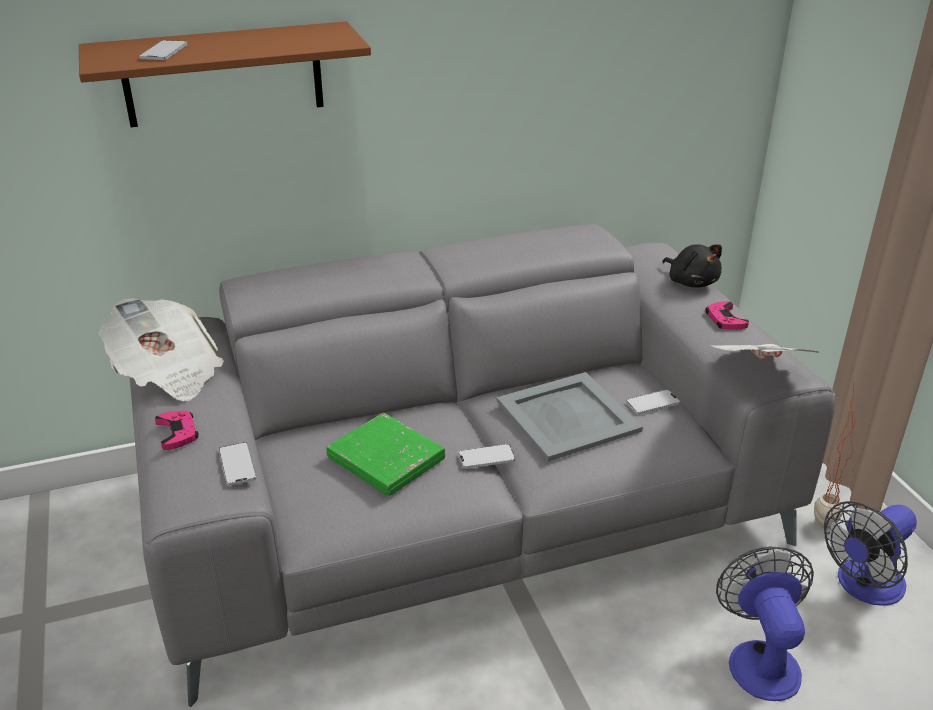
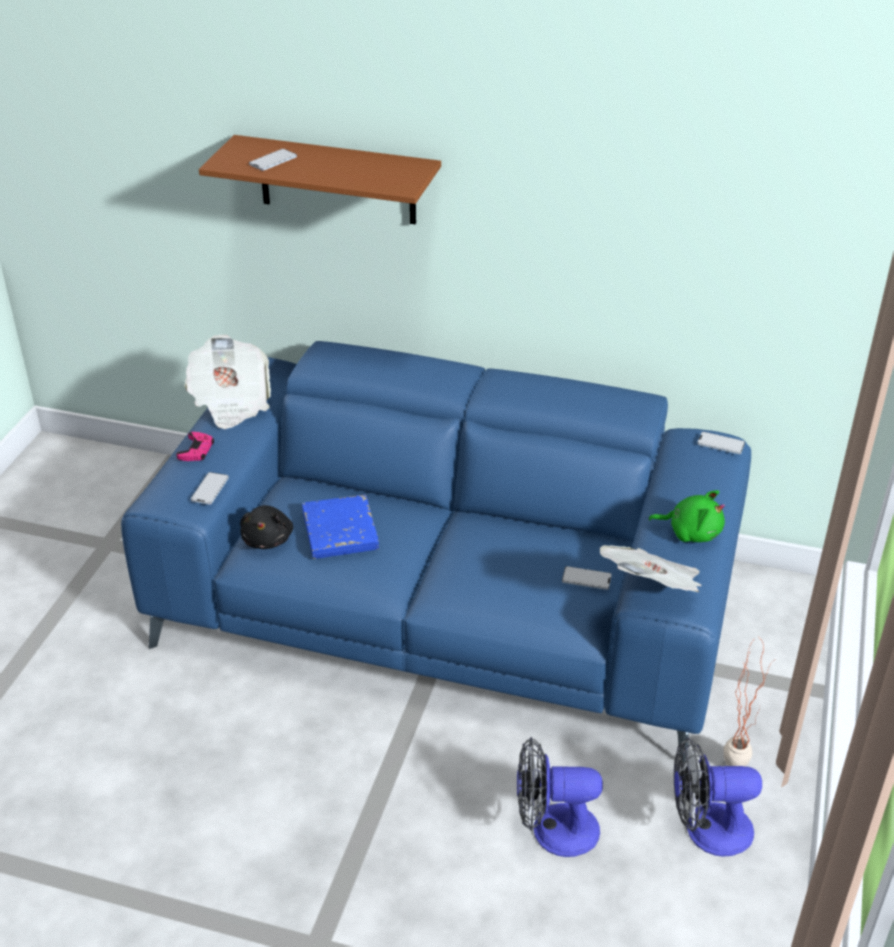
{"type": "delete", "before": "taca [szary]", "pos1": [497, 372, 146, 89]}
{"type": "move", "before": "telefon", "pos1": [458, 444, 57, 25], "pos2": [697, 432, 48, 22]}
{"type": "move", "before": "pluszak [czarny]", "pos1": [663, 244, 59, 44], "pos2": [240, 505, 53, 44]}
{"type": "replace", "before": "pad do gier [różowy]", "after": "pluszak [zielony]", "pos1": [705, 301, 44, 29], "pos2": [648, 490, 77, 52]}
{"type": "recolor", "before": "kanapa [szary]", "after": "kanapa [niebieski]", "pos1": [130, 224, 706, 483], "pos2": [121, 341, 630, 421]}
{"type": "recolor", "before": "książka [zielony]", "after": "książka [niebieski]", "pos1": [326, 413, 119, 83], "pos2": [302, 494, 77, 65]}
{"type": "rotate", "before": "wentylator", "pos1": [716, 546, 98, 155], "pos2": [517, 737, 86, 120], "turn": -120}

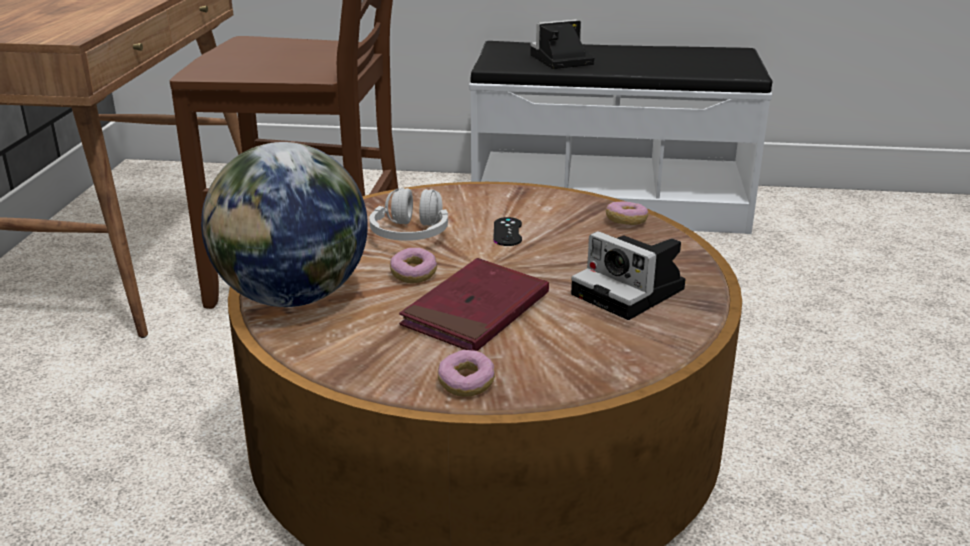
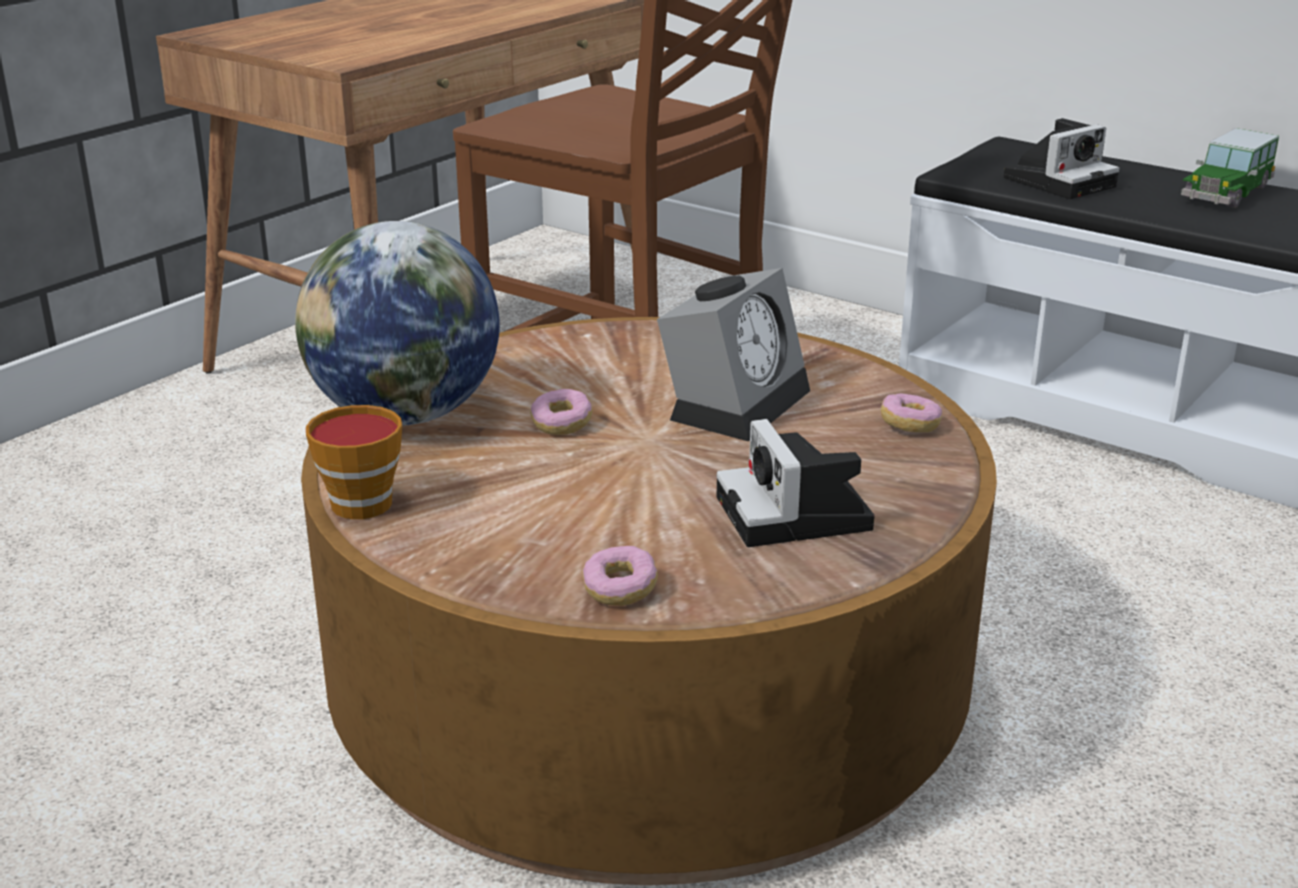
{"type": "delete", "before": "słuchawki [biały]", "pos1": [369, 188, 79, 53]}
{"type": "delete", "before": "książka [czerwony]", "pos1": [399, 258, 150, 93]}
{"type": "insert", "after": "filiżanka", "pos2": [306, 405, 96, 114]}
{"type": "insert", "after": "samochodzik", "pos2": [1181, 128, 98, 80]}
{"type": "move", "before": "donut", "pos1": [438, 350, 57, 47], "pos2": [582, 546, 76, 60]}
{"type": "replace", "before": "pad do gier [czarny]", "after": "budzik", "pos1": [493, 217, 29, 29], "pos2": [657, 268, 153, 174]}
{"type": "rotate", "before": "aparat fotograficzny", "pos1": [530, 19, 64, 50], "pos2": [1004, 118, 115, 81], "turn": 135}

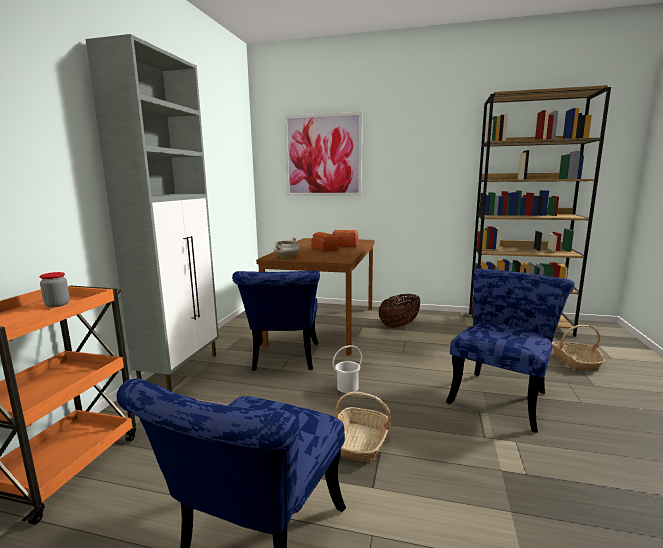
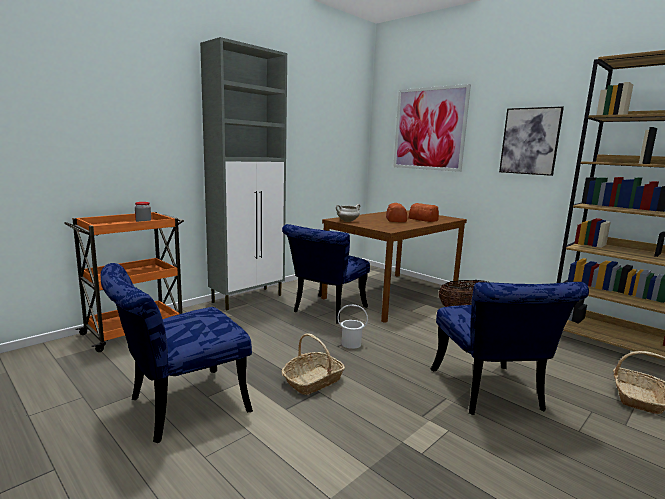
{"type": "insert", "after": "obraz", "pos2": [499, 106, 65, 70]}
{"type": "rotate", "before": "krzesło [niebieski]", "pos1": [446, 269, 129, 164], "pos2": [430, 282, 159, 133], "turn": 105}

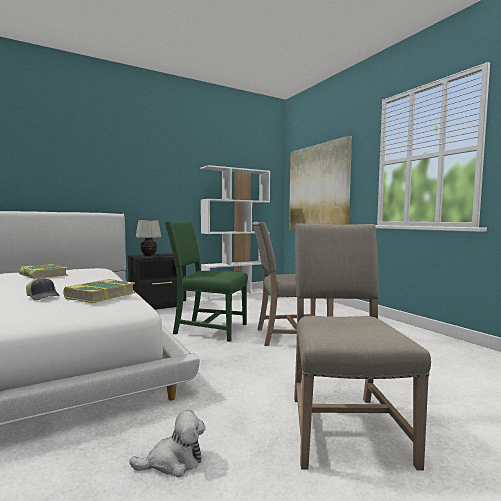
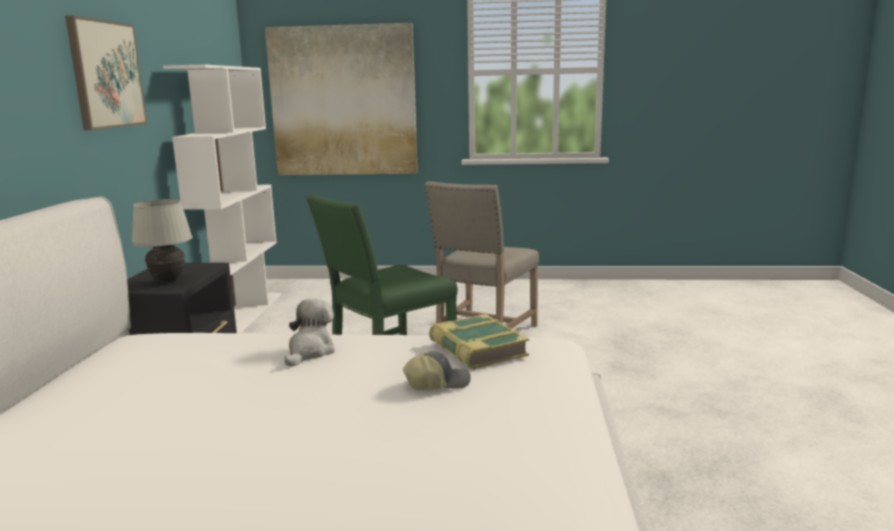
{"type": "delete", "before": "książka", "pos1": [18, 264, 50, 15]}
{"type": "delete", "before": "krzesło [beżowy]", "pos1": [294, 223, 137, 248]}
{"type": "insert", "after": "obraz", "pos2": [65, 16, 82, 114]}
{"type": "move", "before": "pluszak", "pos1": [129, 410, 77, 68], "pos2": [284, 298, 51, 69]}

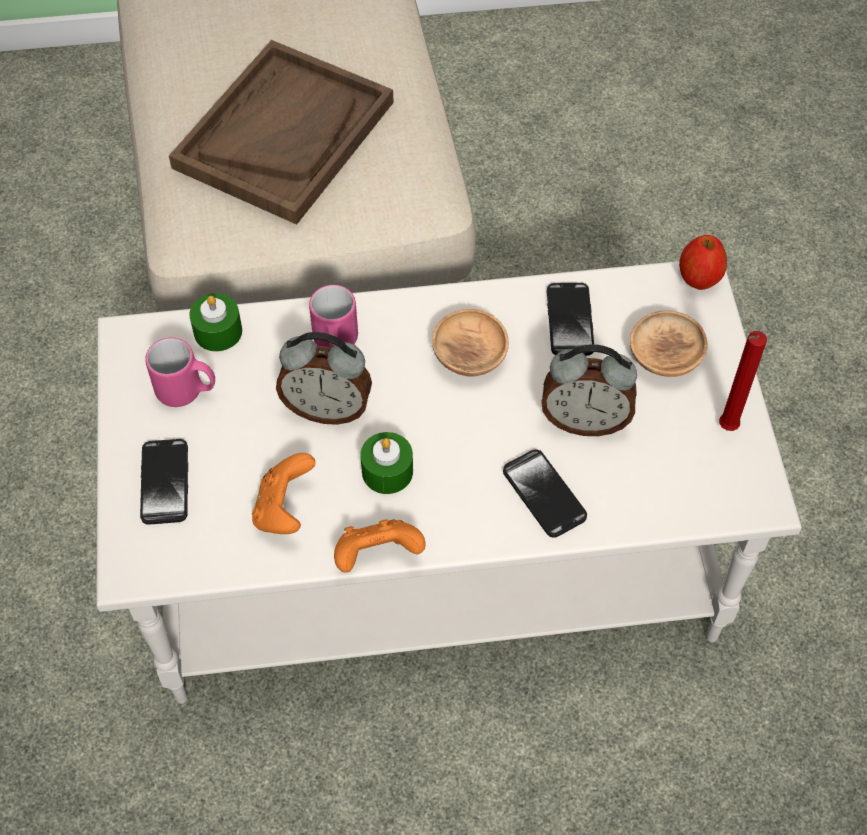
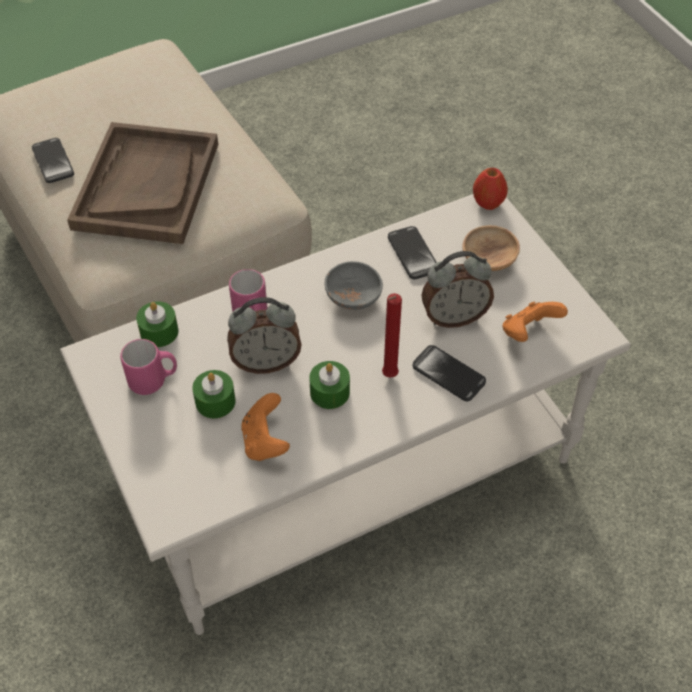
{"type": "insert", "after": "świeca [zielony]", "pos2": [192, 370, 44, 48]}
{"type": "move", "before": "telefon", "pos1": [140, 439, 48, 86], "pos2": [32, 138, 42, 45]}
{"type": "move", "before": "pad do gier [pomarańczowy]", "pos1": [334, 519, 92, 53], "pos2": [503, 302, 65, 40]}
{"type": "move", "before": "świeca [czerwony]", "pos1": [719, 331, 48, 100], "pos2": [382, 293, 20, 85]}
{"type": "recolor", "before": "miska [brązowy]", "after": "miska [szary]", "pos1": [432, 309, 77, 68], "pos2": [325, 261, 58, 49]}

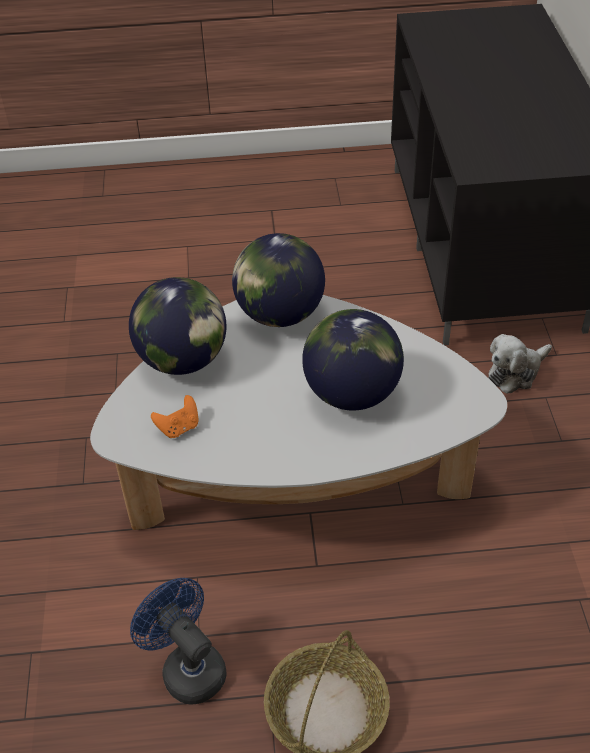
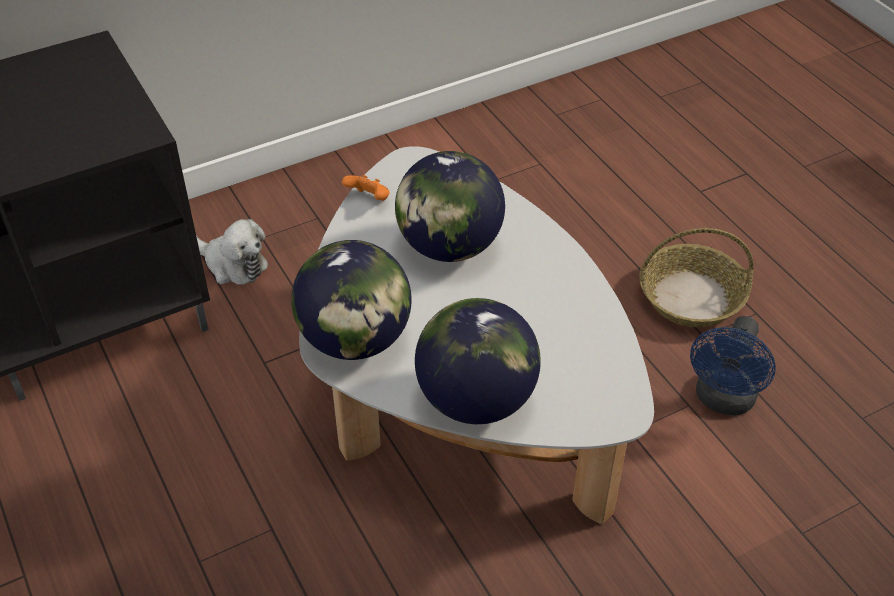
{"type": "move", "before": "pad do gier [pomarańczowy]", "pos1": [151, 395, 48, 43], "pos2": [342, 175, 48, 26]}

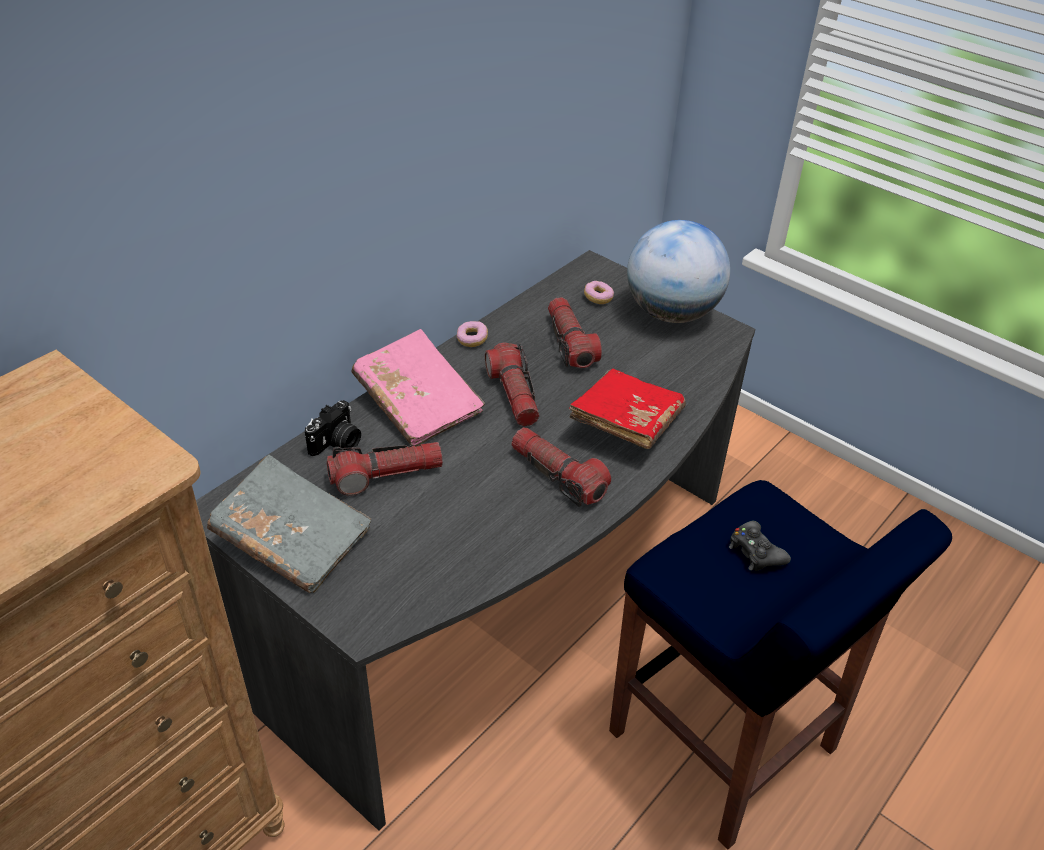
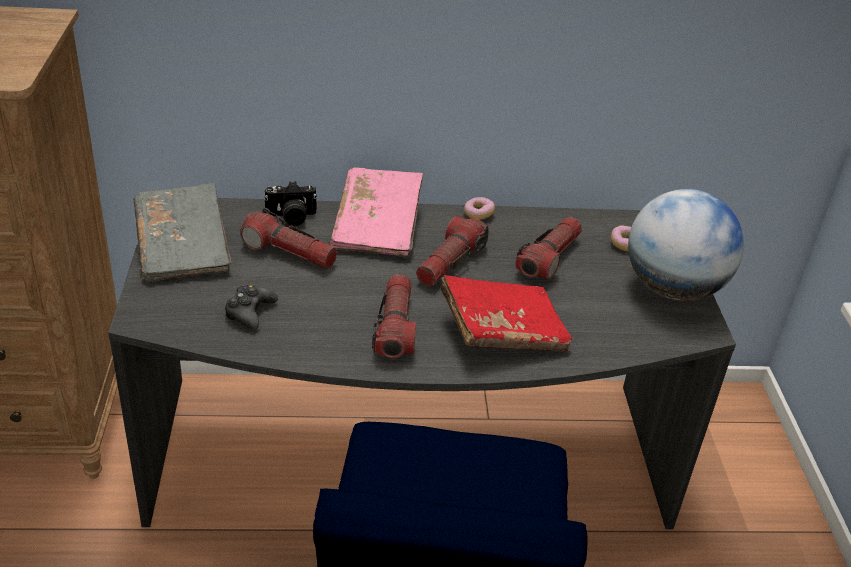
{"type": "move", "before": "pad do gier [czarny]", "pos1": [729, 521, 62, 50], "pos2": [225, 284, 53, 45]}

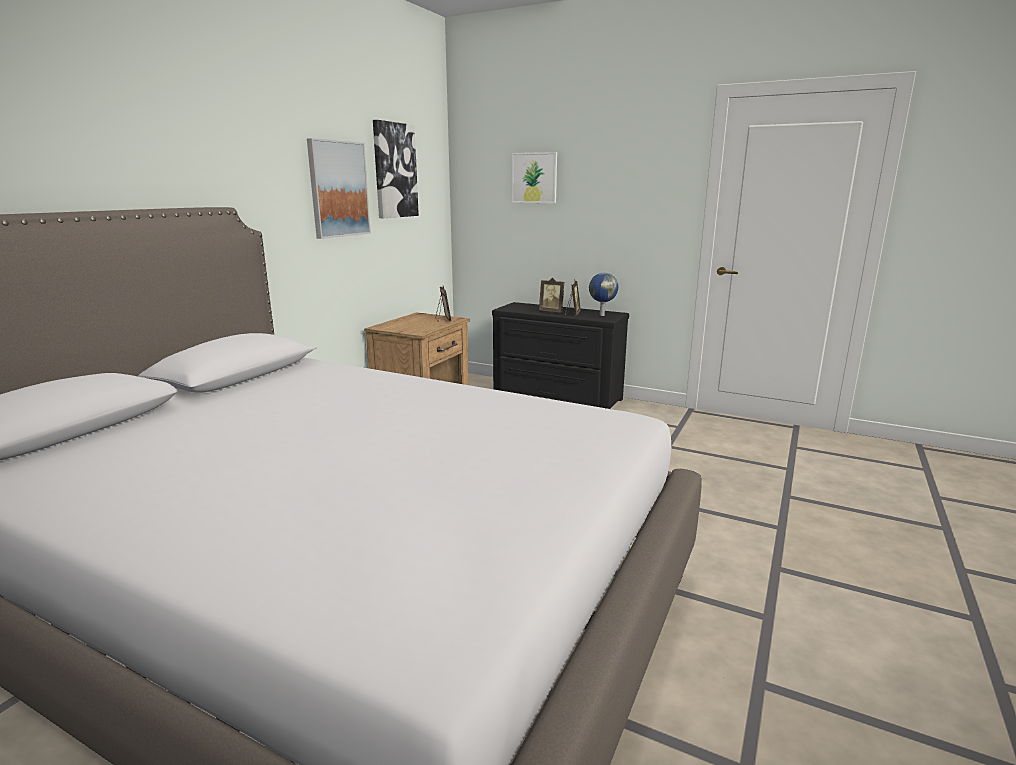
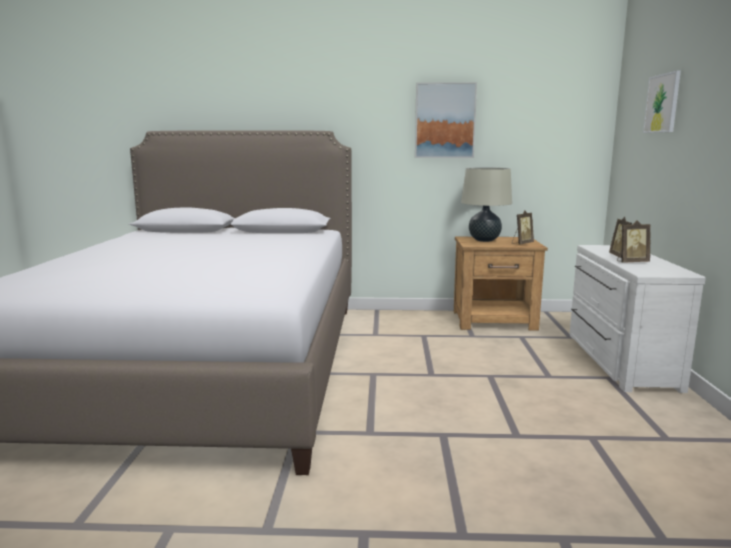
{"type": "delete", "before": "obraz", "pos1": [373, 120, 46, 98]}
{"type": "delete", "before": "globus", "pos1": [589, 273, 29, 43]}
{"type": "insert", "after": "lampa stołowa [beżowy]", "pos2": [461, 167, 51, 75]}
{"type": "recolor", "before": "komoda [czarny]", "after": "komoda [biały]", "pos1": [492, 302, 137, 107], "pos2": [569, 245, 137, 148]}

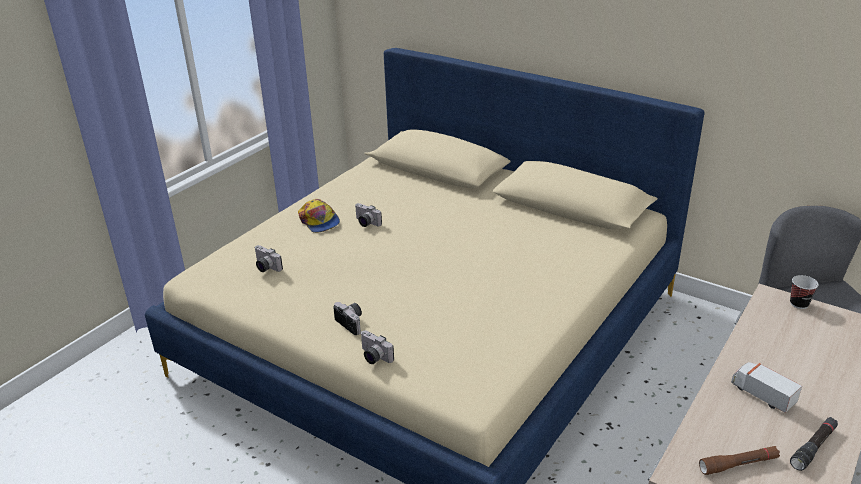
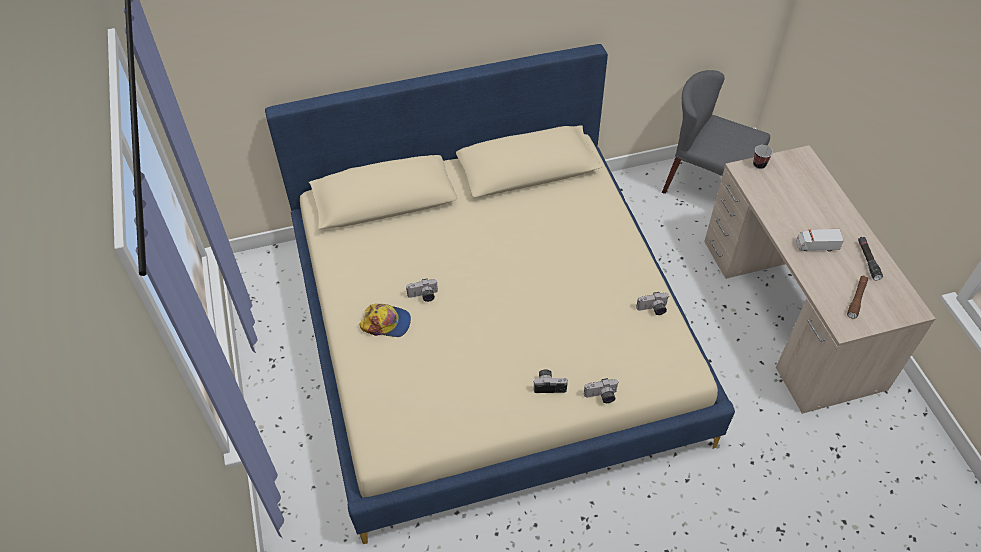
{"type": "move", "before": "aparat fotograficzny", "pos1": [255, 245, 28, 27], "pos2": [636, 292, 33, 23]}

